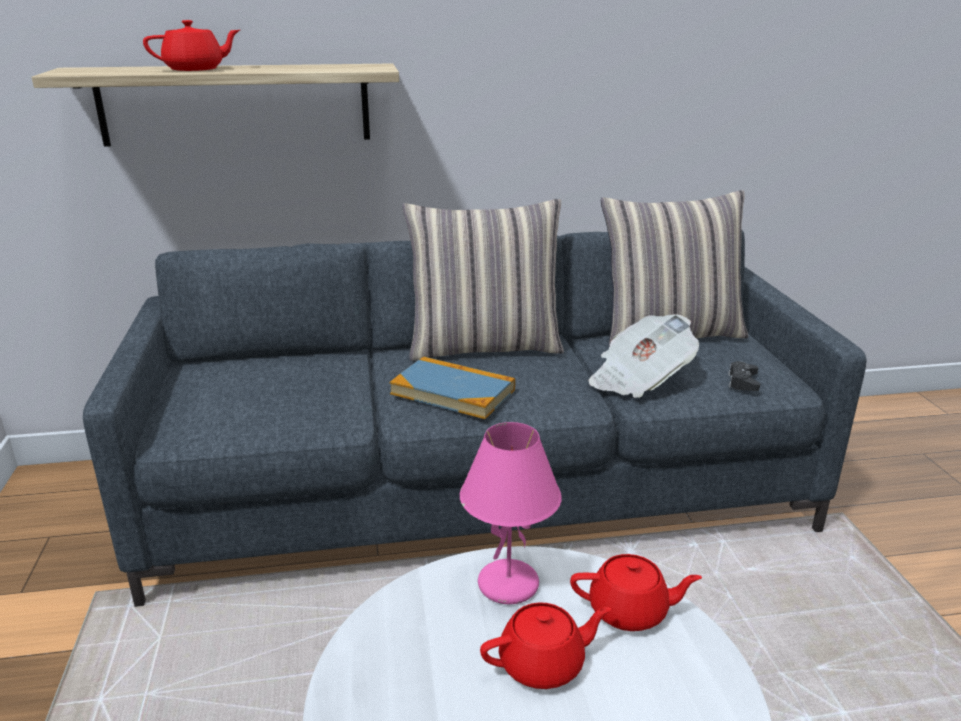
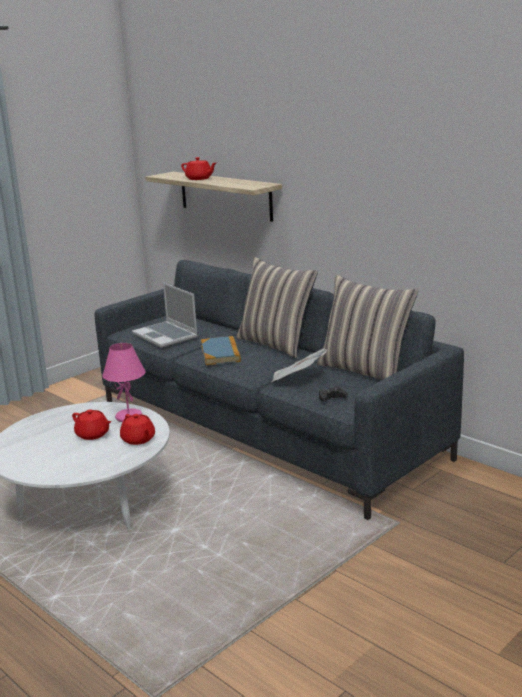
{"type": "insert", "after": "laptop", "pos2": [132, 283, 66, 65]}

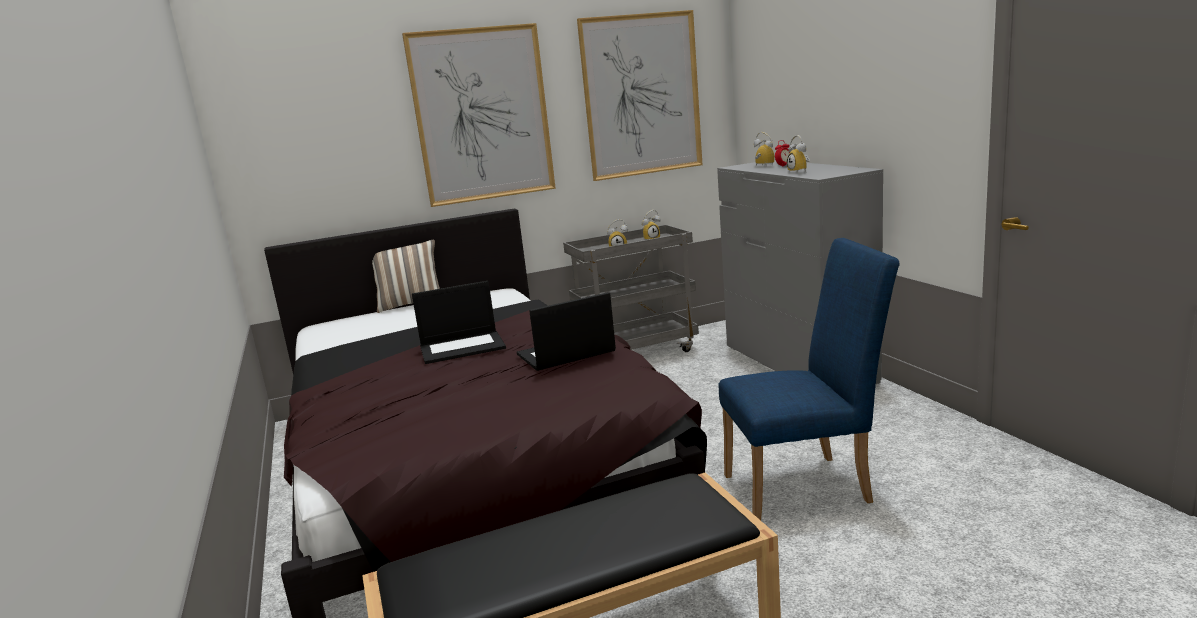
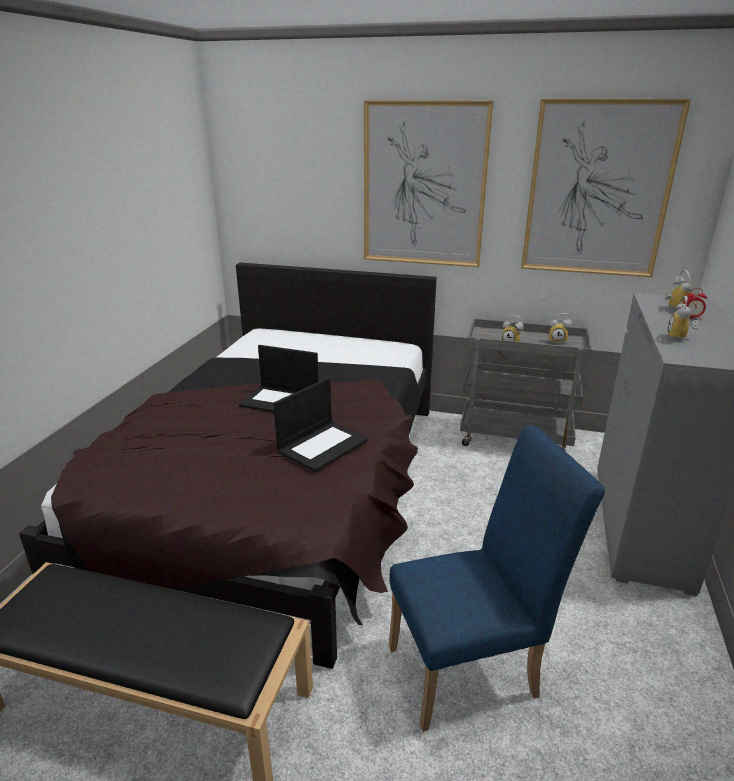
{"type": "delete", "before": "poduszka", "pos1": [372, 239, 68, 74]}
{"type": "rotate", "before": "laptop", "pos1": [517, 292, 99, 79], "pos2": [273, 378, 95, 94], "turn": 120}
{"type": "rotate", "before": "krzesło [niebieski]", "pos1": [719, 238, 181, 282], "pos2": [389, 425, 216, 307], "turn": -45}

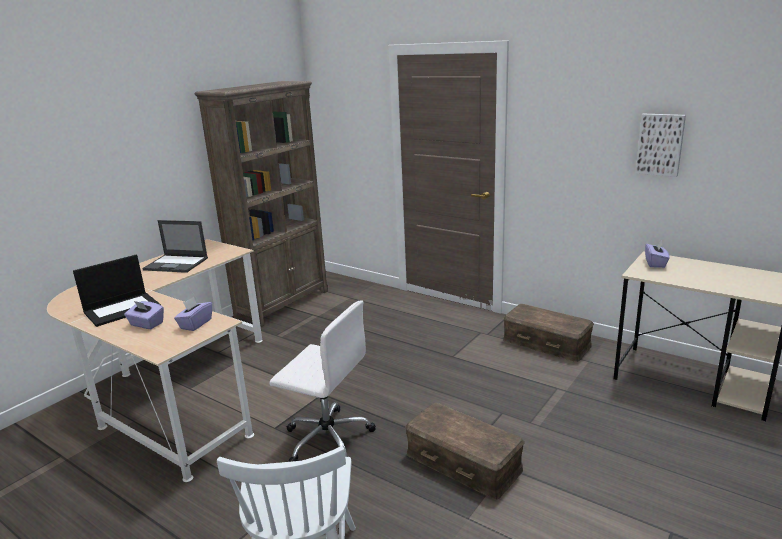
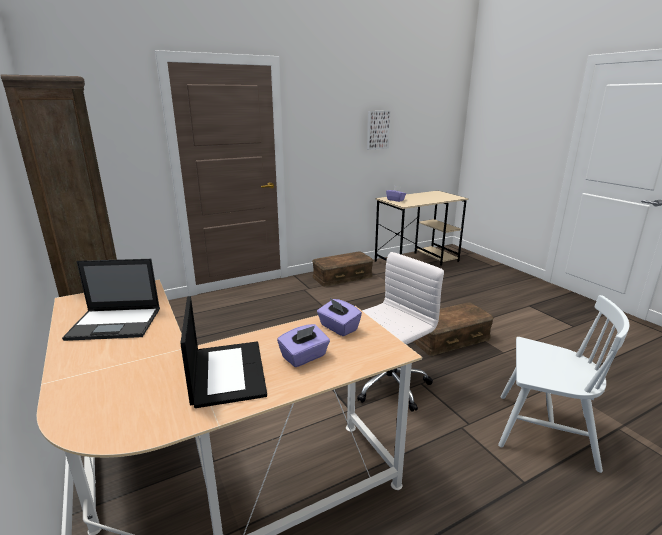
{"type": "rotate", "before": "laptop", "pos1": [143, 220, 65, 53], "pos2": [62, 259, 98, 82], "turn": 45}

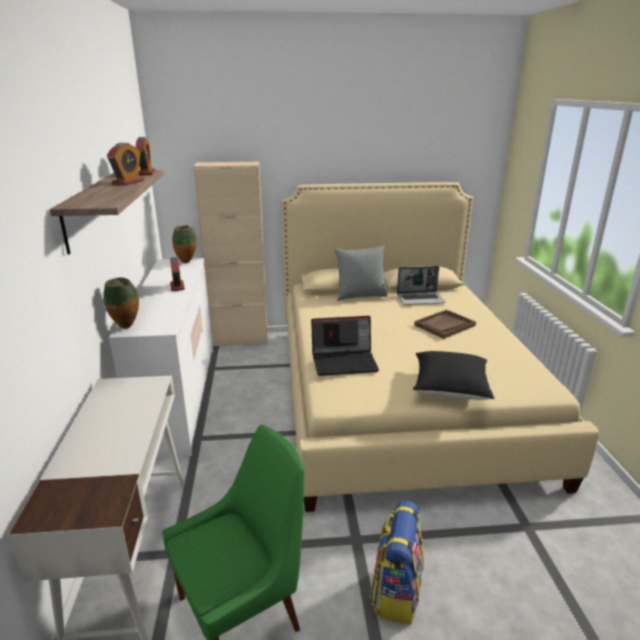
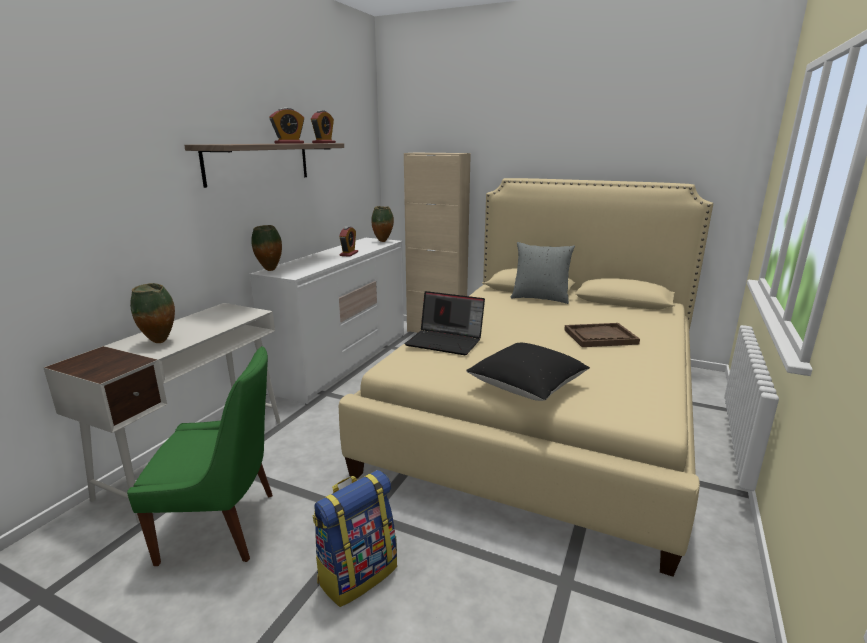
{"type": "delete", "before": "laptop", "pos1": [397, 266, 49, 39]}
{"type": "insert", "after": "wazon", "pos2": [130, 283, 45, 60]}

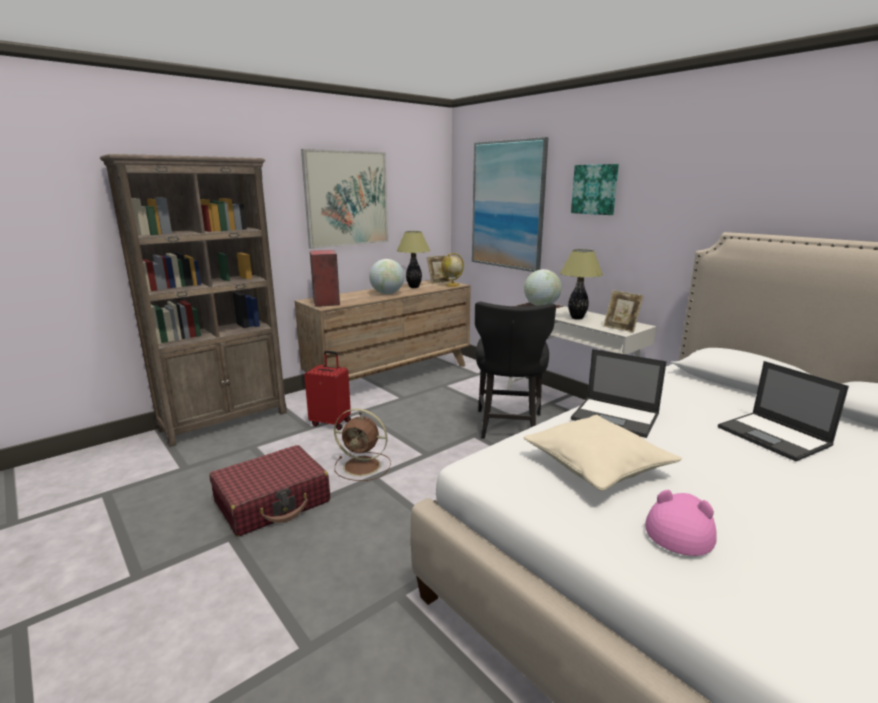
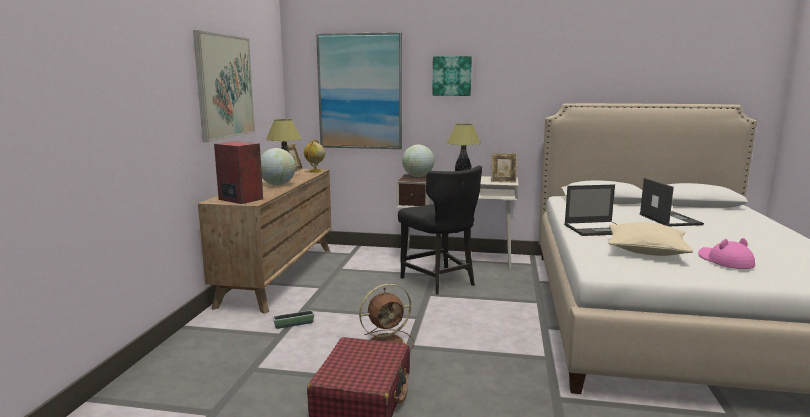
{"type": "delete", "before": "regał [brązowy]", "pos1": [100, 154, 187, 293]}
{"type": "replace", "before": "walizka [czerwony]", "after": "donica", "pos1": [304, 351, 47, 79], "pos2": [273, 310, 41, 19]}
{"type": "rotate", "before": "laptop", "pos1": [718, 361, 131, 100], "pos2": [640, 178, 64, 49], "turn": -120}

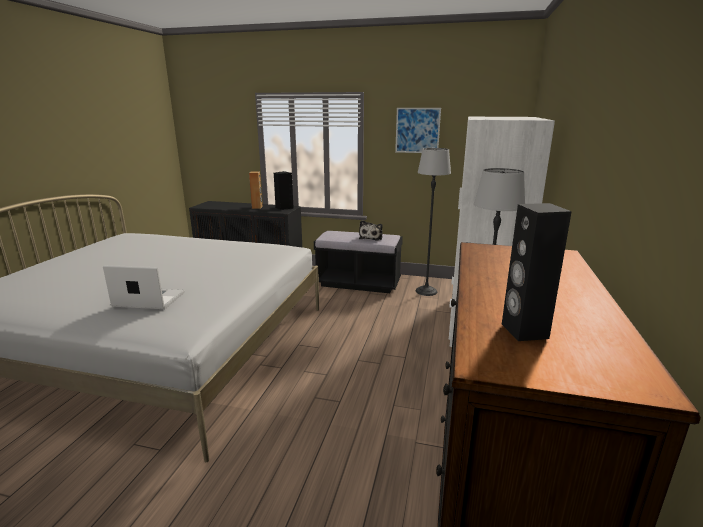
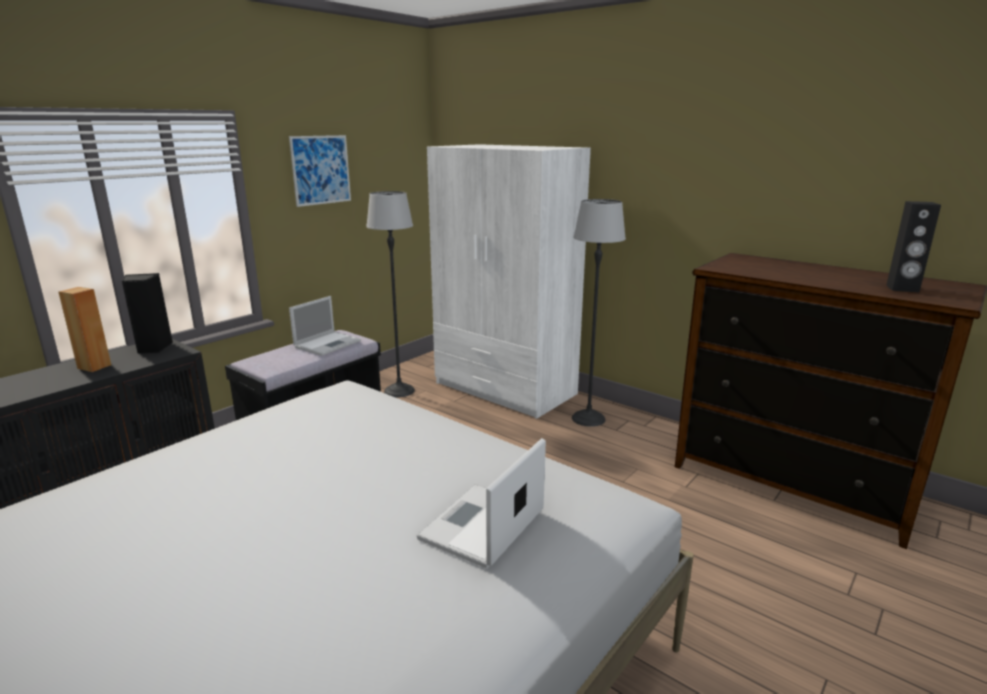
{"type": "replace", "before": "pluszak", "after": "laptop", "pos1": [359, 220, 24, 20], "pos2": [289, 296, 72, 60]}

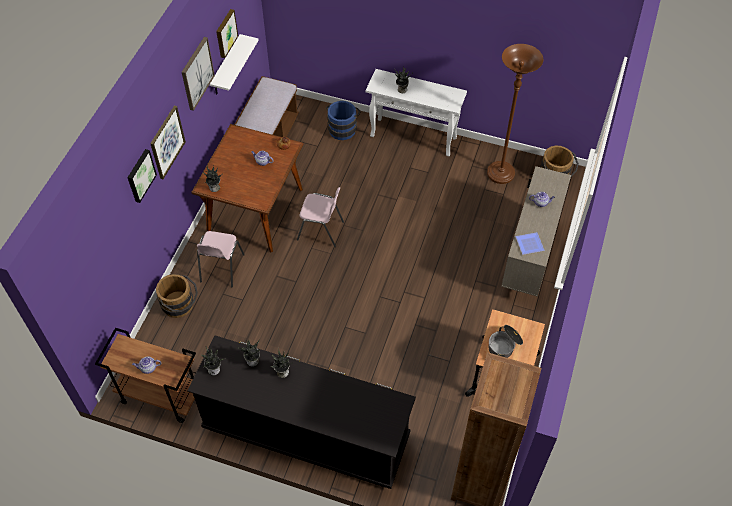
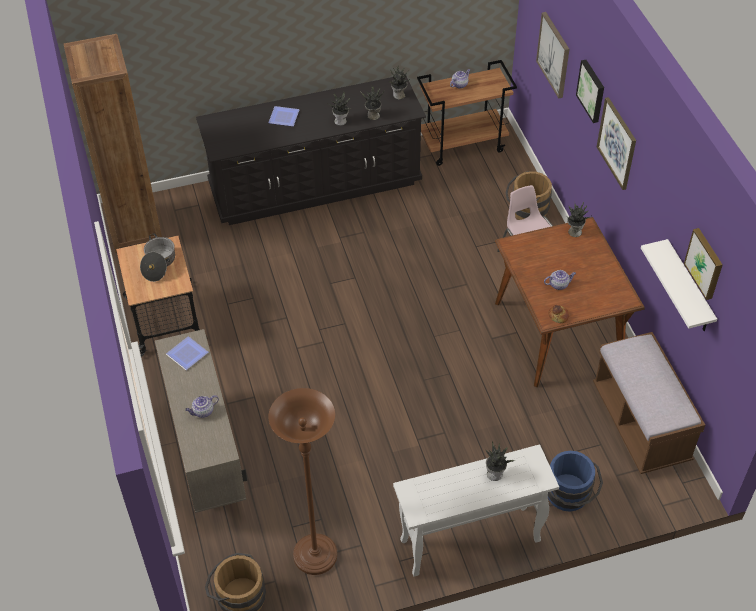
{"type": "delete", "before": "krzesło [różowy]", "pos1": [297, 187, 47, 60]}
{"type": "insert", "after": "talerz", "pos2": [268, 106, 32, 20]}
{"type": "move", "before": "obraz", "pos1": [182, 37, 33, 74], "pos2": [536, 12, 33, 87]}

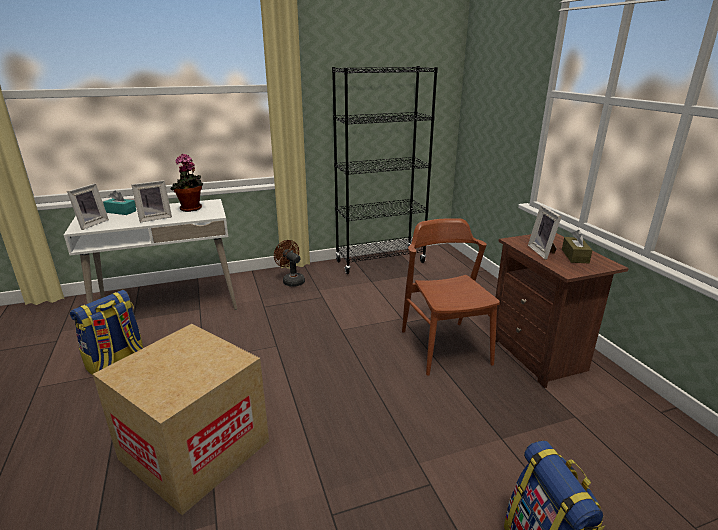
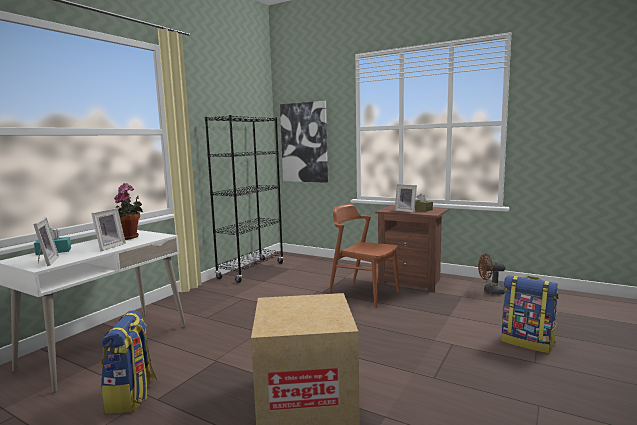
{"type": "insert", "after": "obraz", "pos2": [280, 101, 48, 82]}
{"type": "move", "before": "wentylator [brązowy]", "pos1": [274, 240, 31, 47], "pos2": [478, 254, 28, 41]}

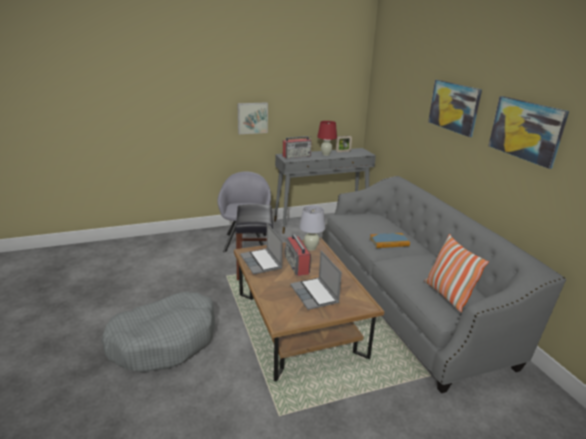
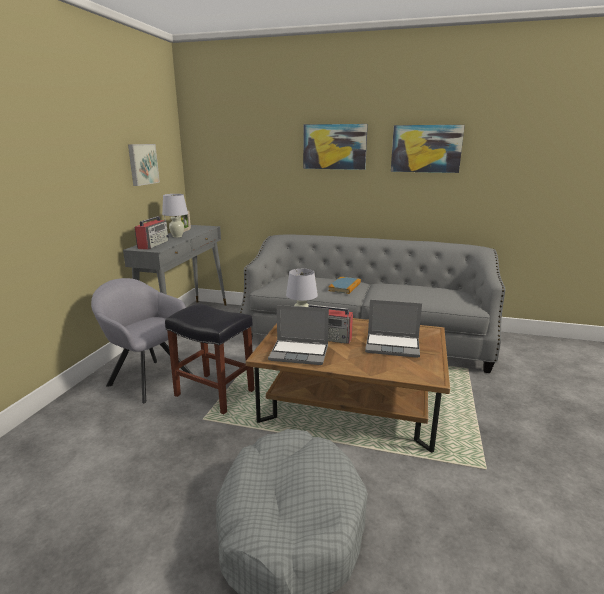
{"type": "delete", "before": "poduszka", "pos1": [424, 234, 65, 79]}
{"type": "move", "before": "obraz", "pos1": [237, 102, 31, 32], "pos2": [128, 144, 32, 42]}
{"type": "recolor", "before": "lampa stołowa [czerwony]", "after": "lampa stołowa [biały]", "pos1": [317, 121, 20, 35], "pos2": [162, 194, 26, 44]}

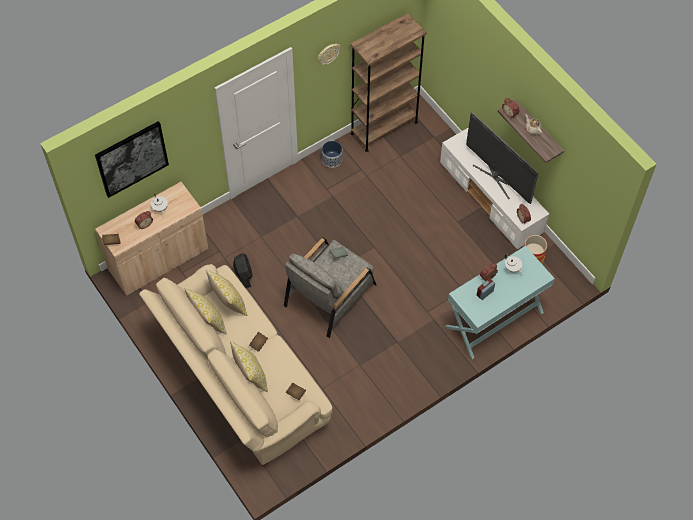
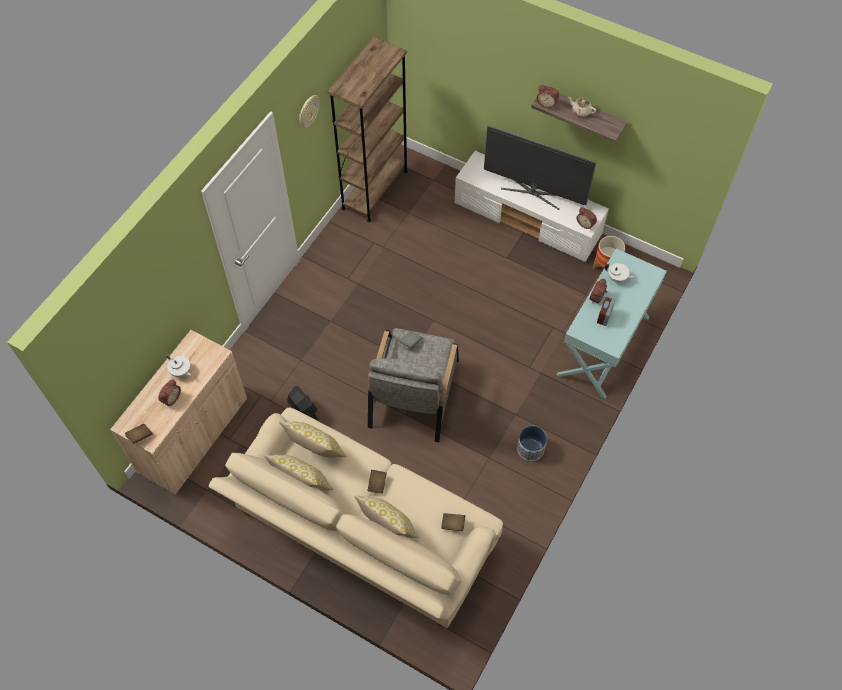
{"type": "delete", "before": "obraz", "pos1": [95, 121, 74, 77]}
{"type": "move", "before": "donica", "pos1": [322, 141, 21, 27], "pos2": [517, 426, 30, 35]}

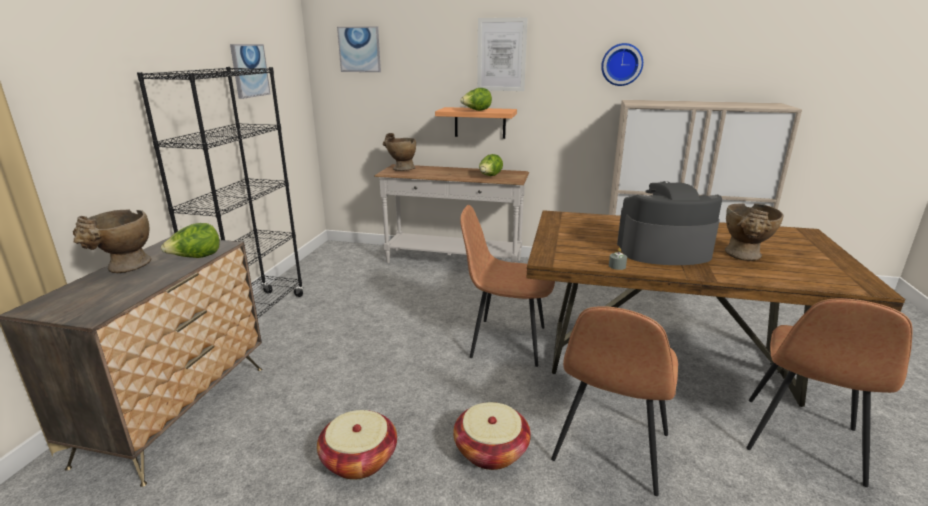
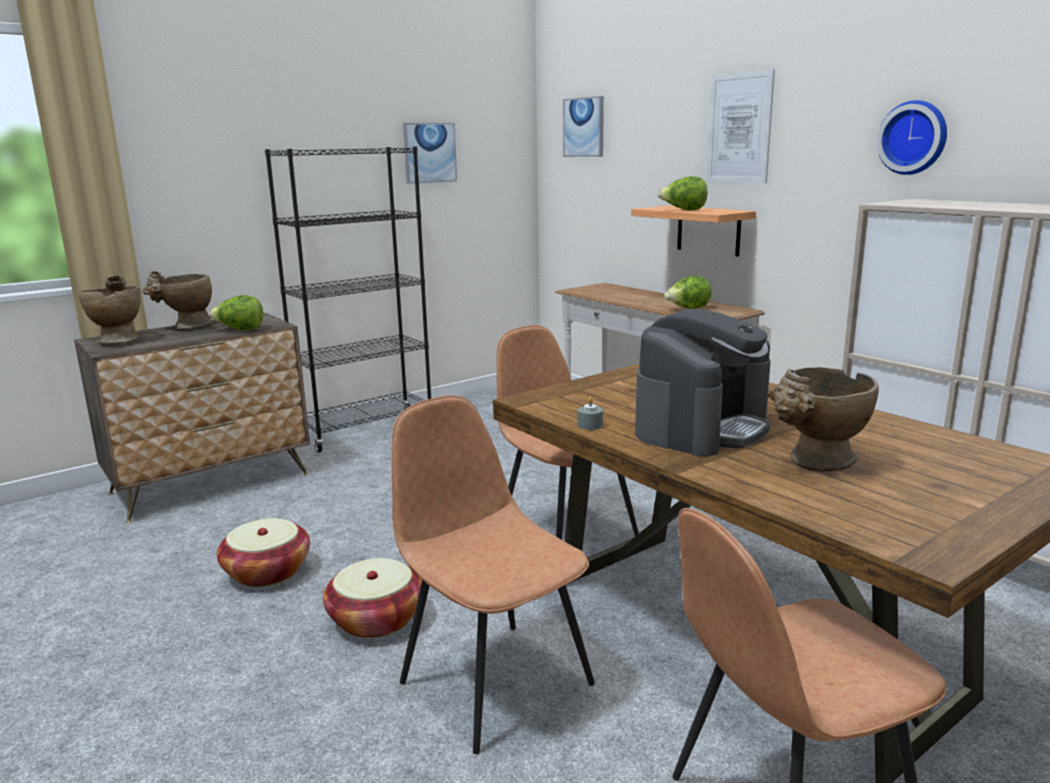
{"type": "move", "before": "wazon [beżowy]", "pos1": [383, 133, 33, 38], "pos2": [78, 275, 63, 69]}
{"type": "rotate", "before": "krzesło [brązowy]", "pos1": [551, 306, 127, 190], "pos2": [391, 395, 204, 359], "turn": 75}
{"type": "rotate", "before": "ekspres do kawy", "pos1": [617, 181, 105, 84], "pos2": [635, 309, 136, 147], "turn": 90}

